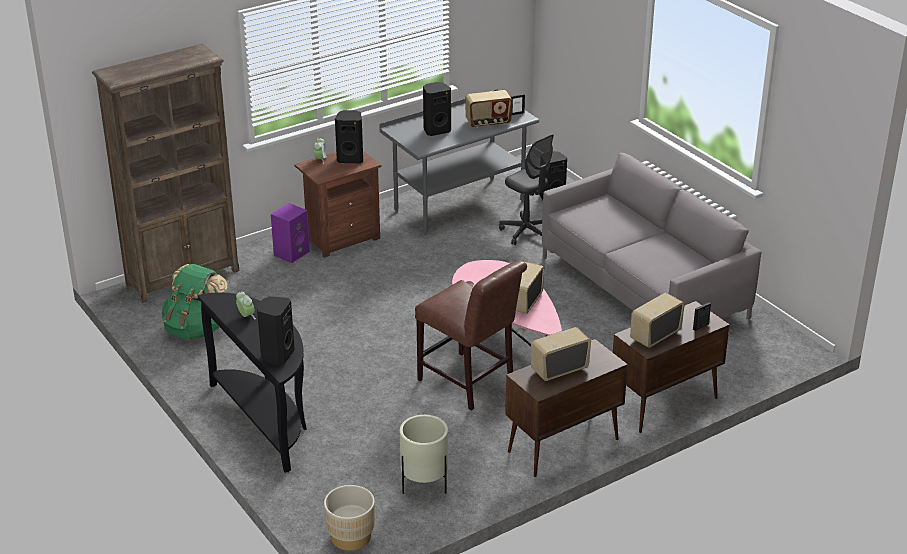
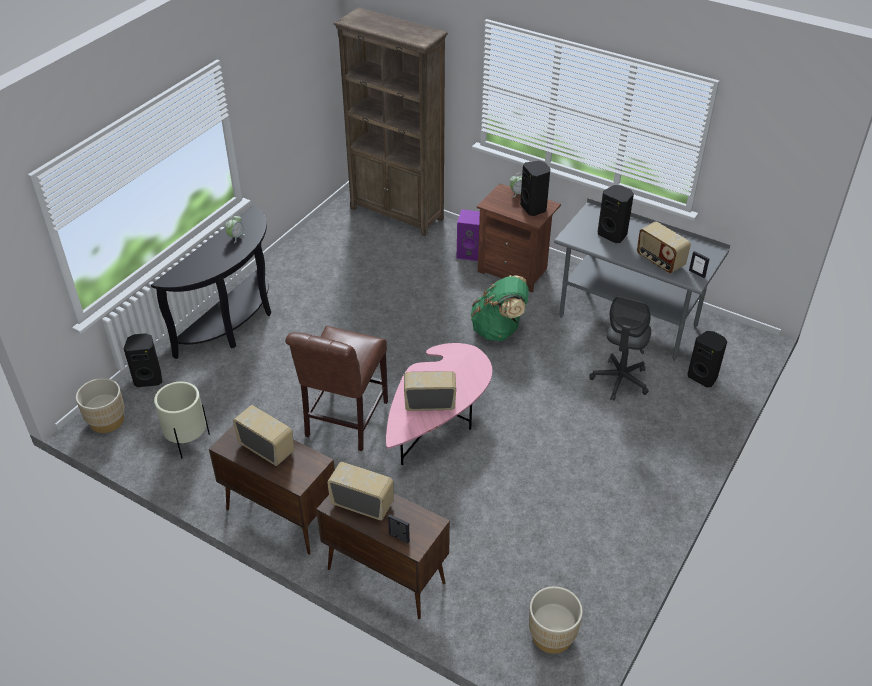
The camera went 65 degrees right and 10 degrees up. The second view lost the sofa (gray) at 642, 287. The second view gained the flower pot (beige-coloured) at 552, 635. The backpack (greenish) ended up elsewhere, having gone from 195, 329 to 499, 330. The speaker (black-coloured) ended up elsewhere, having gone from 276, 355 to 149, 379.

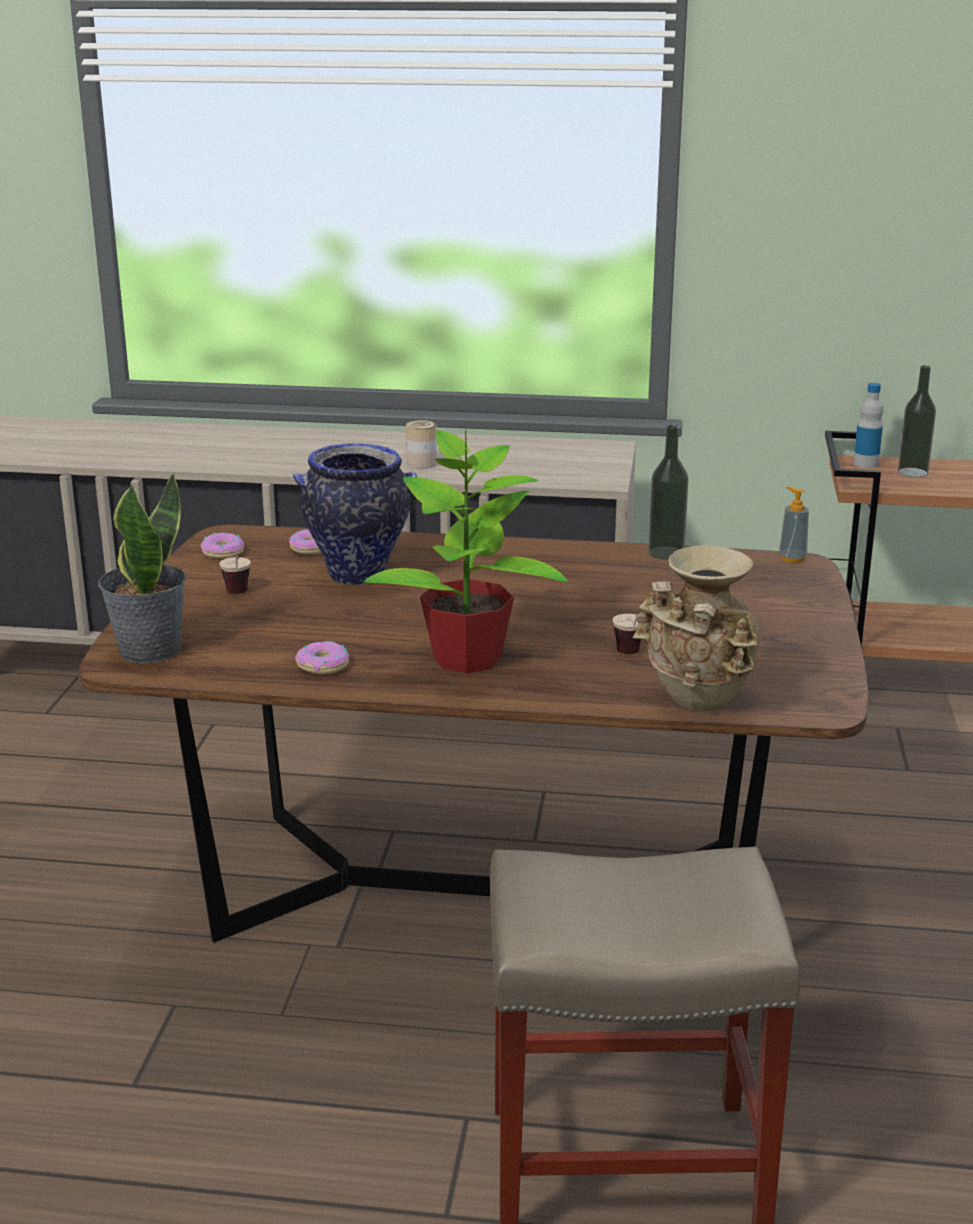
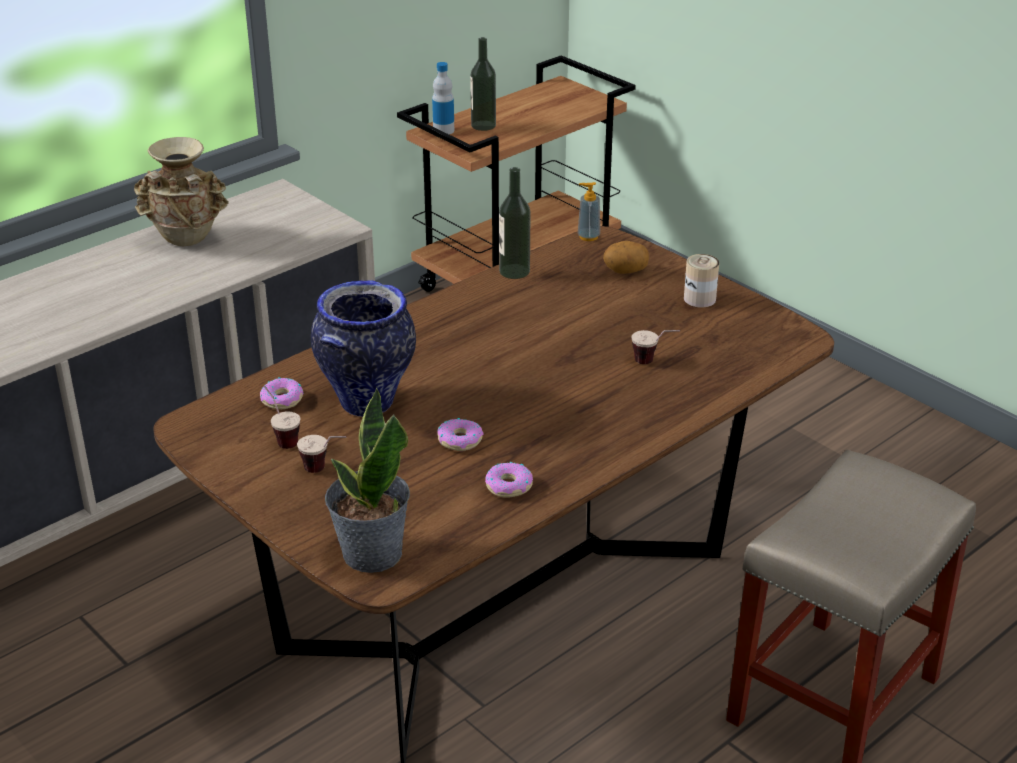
The camera went 50 degrees left and 10 degrees up. The second view lost the houseplant at 467, 659. The second view gained the small cup at 281, 437. The second view gained the spud at 625, 271. The donut ended up elsewhere, having gone from 223, 552 to 460, 440. The metal can ended up elsewhere, having gone from 421, 464 to 699, 299. The flower vase (beige-coloured) ended up elsewhere, having gone from 697, 701 to 187, 239.

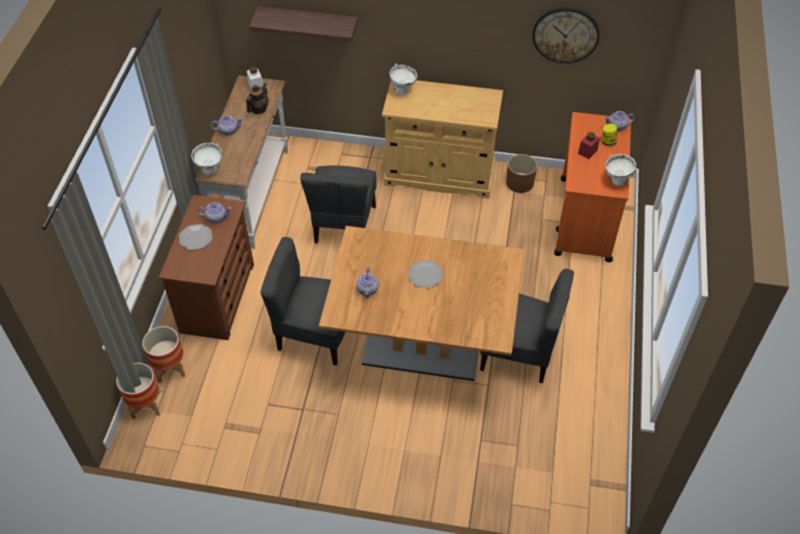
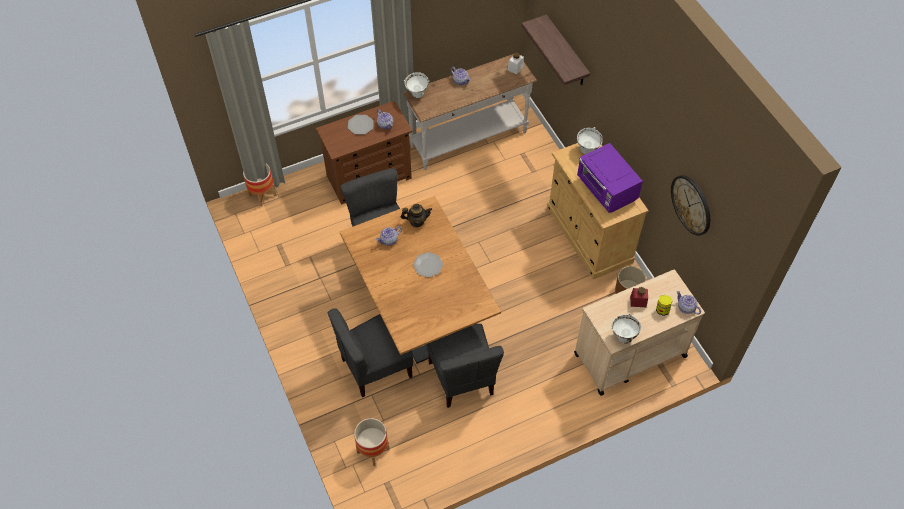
The camera went 55 degrees right and 5 degrees up. The second view gained the microwave oven (purplish) at 606, 190. The flower pot ended up elsewhere, having gone from 170, 369 to 373, 451. The pot for tea ended up elsewhere, having gone from 258, 109 to 417, 221. The chair (gray) ended up elsewhere, having gone from 343, 225 to 376, 367. What was the wheeled cart (orangey) at 584, 219 turned into the wheeled cart (beige-coloured) at 629, 355.

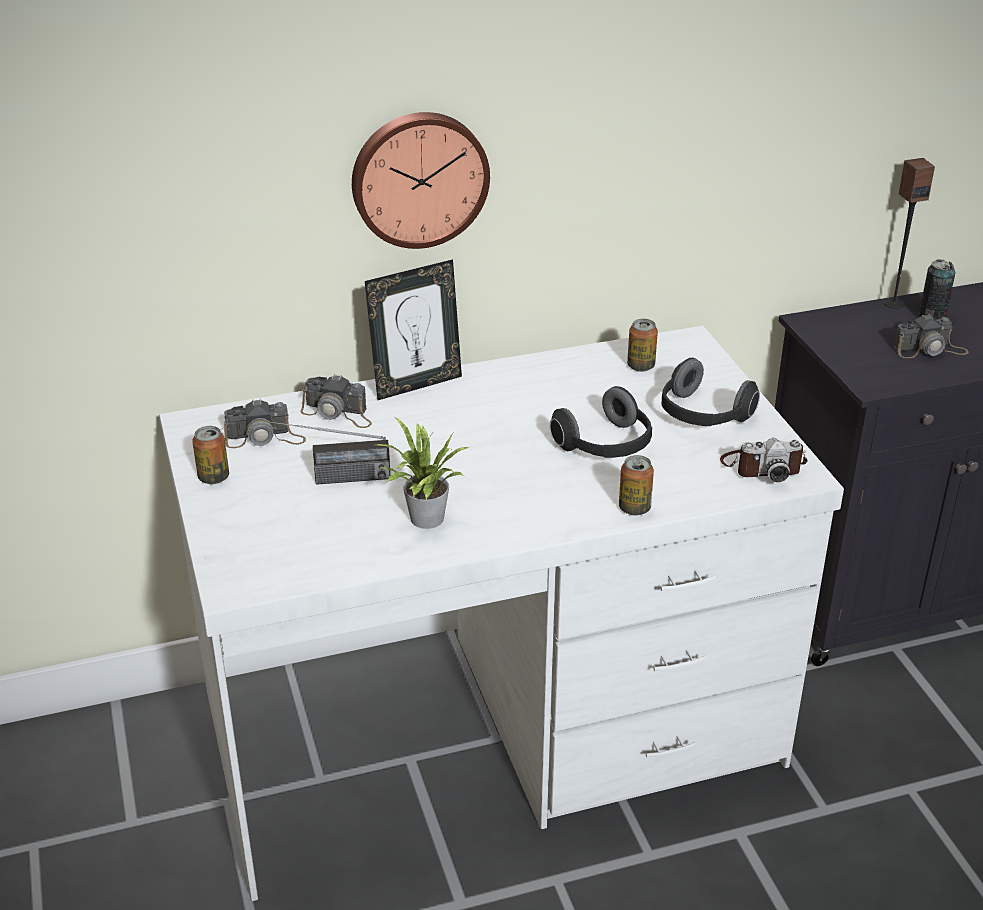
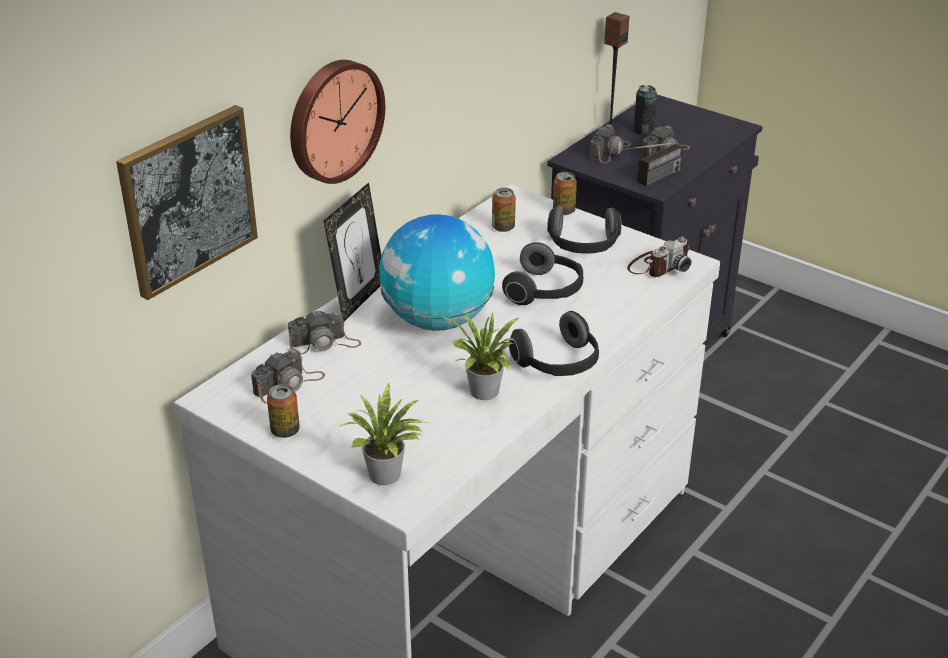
The camera went 35 degrees left and 0 degrees up. The second view gained the picture at 188, 200. The second view gained the houseplant at 388, 477. The second view gained the desk globe at 438, 320. The second view gained the pair of headphones at 558, 364. The second view gained the still camera at 610, 151. The radio ended up elsewhere, having gone from 332, 479 to 650, 181. The metal can ended up elsewhere, having gone from 634, 508 to 564, 211.

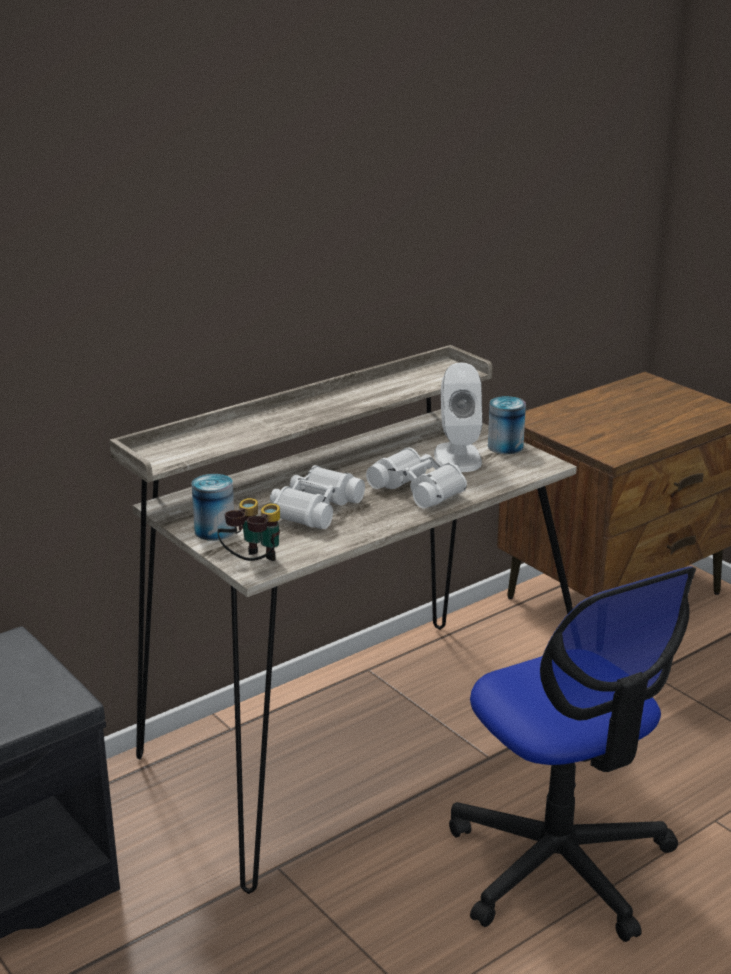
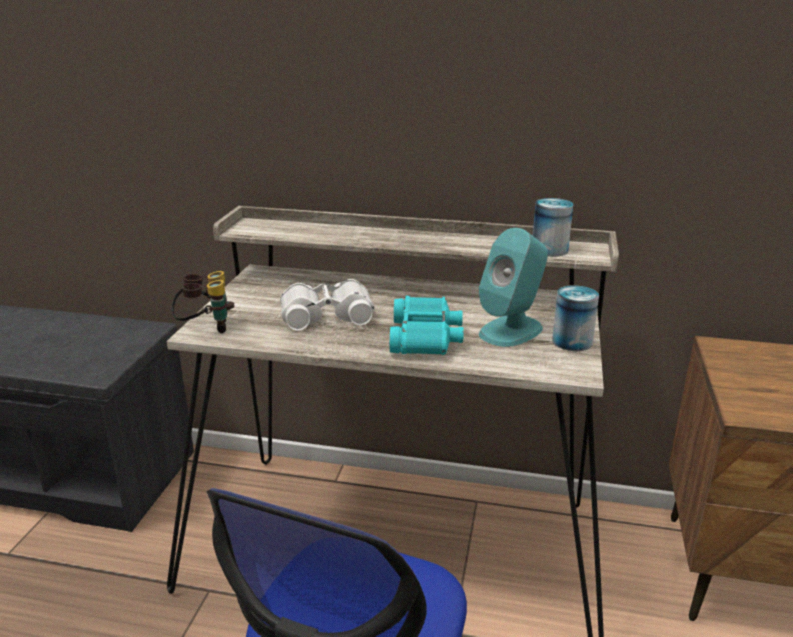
The camera went 50 degrees right and 0 degrees up. The metal can ended up elsewhere, having gone from 214, 531 to 549, 250. What was the pair of binoculars (whitish) at 419, 488 turned into the pair of binoculars (turquoise) at 426, 337. What was the speaker (whitish) at 457, 457 turned into the speaker (turquoise) at 511, 330.

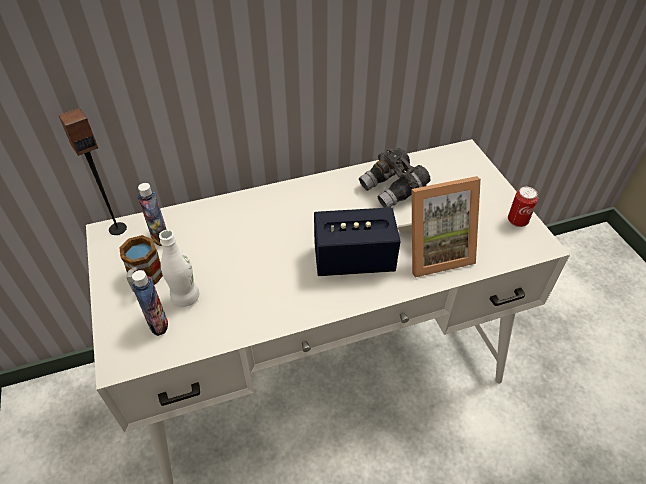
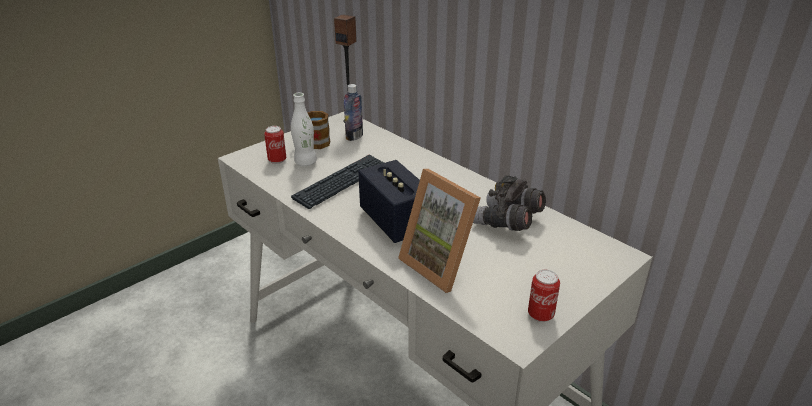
The camera went 65 degrees right and 15 degrees down. The second view gained the computer keyboard at 342, 182. Where the bottle stood at 158, 324, the metal can came to stand at 277, 160.

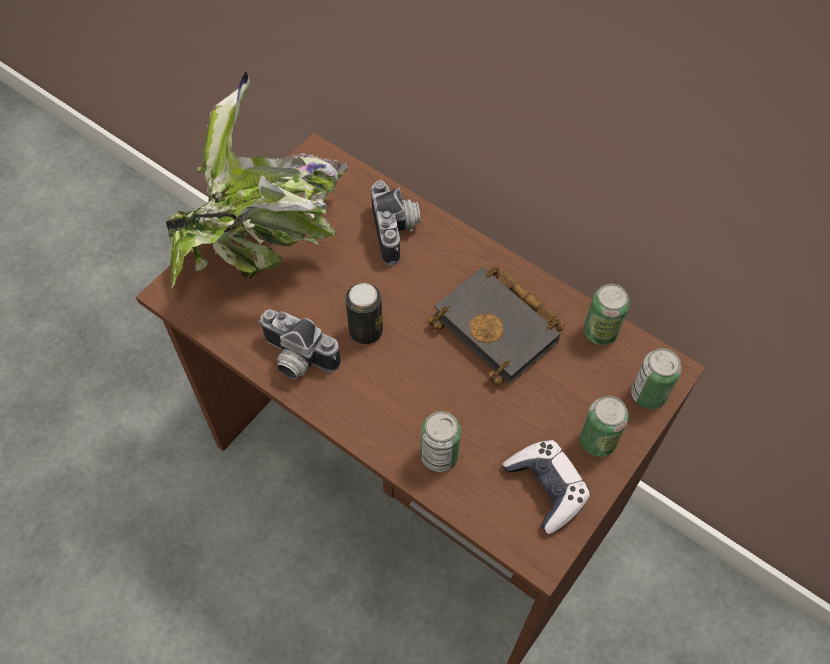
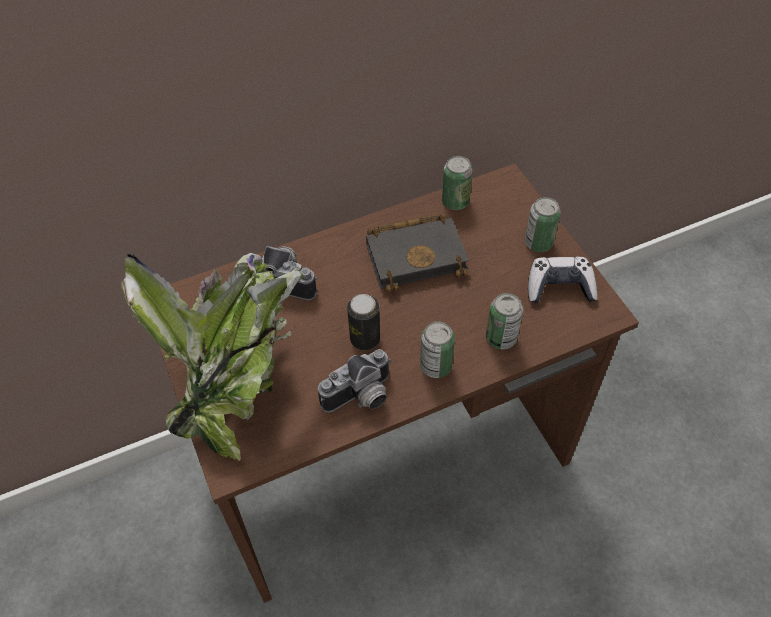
The camera went 60 degrees left and 5 degrees down. The metal can ended up elsewhere, having gone from 648, 394 to 436, 366.

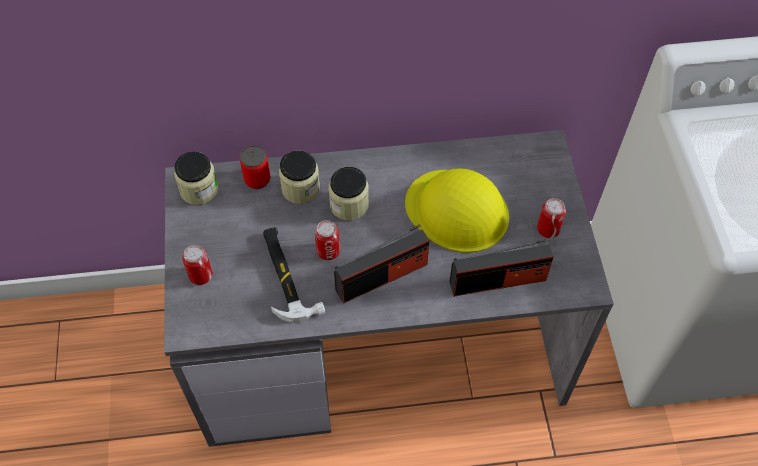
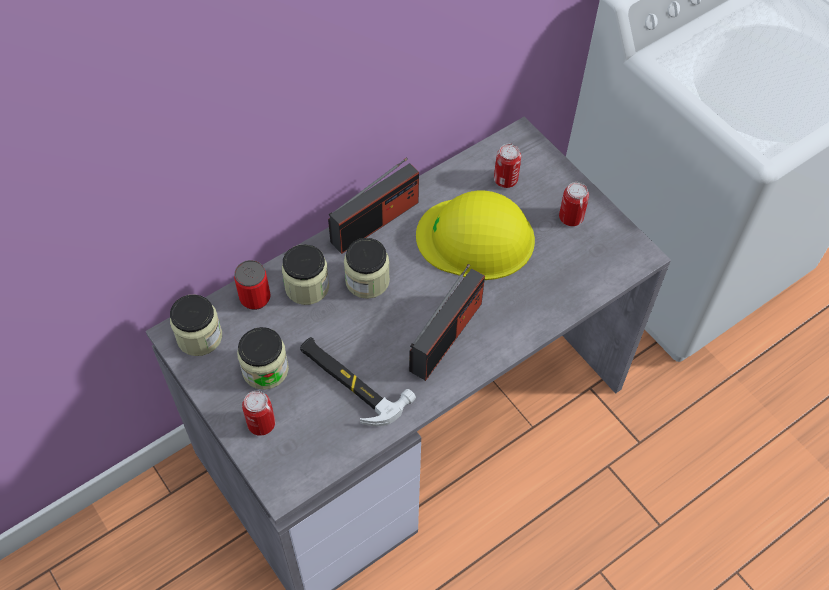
The camera went 30 degrees left and 0 degrees up. The second view gained the preserve jar at 265, 369. The metal can ended up elsewhere, having gone from 328, 251 to 505, 180. The radio ended up elsewhere, having gone from 498, 281 to 375, 222.

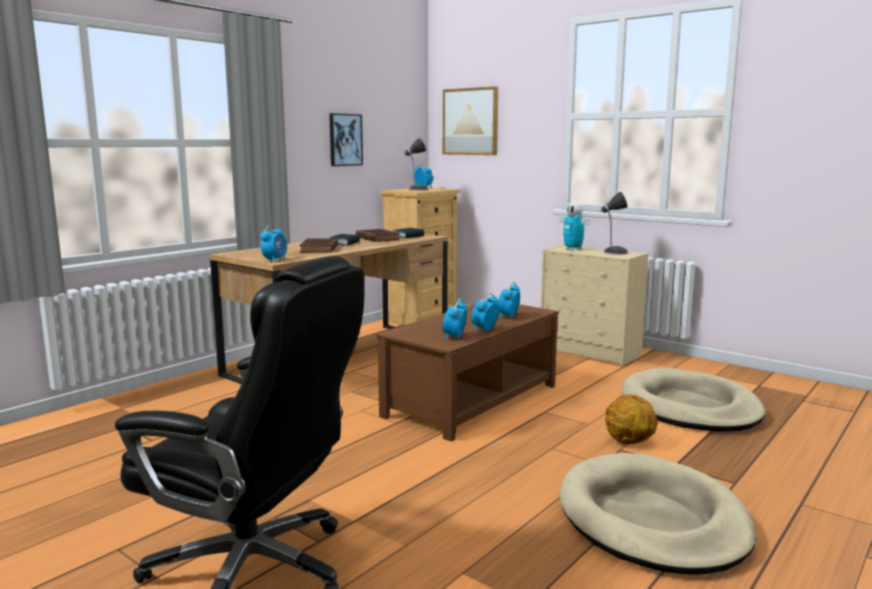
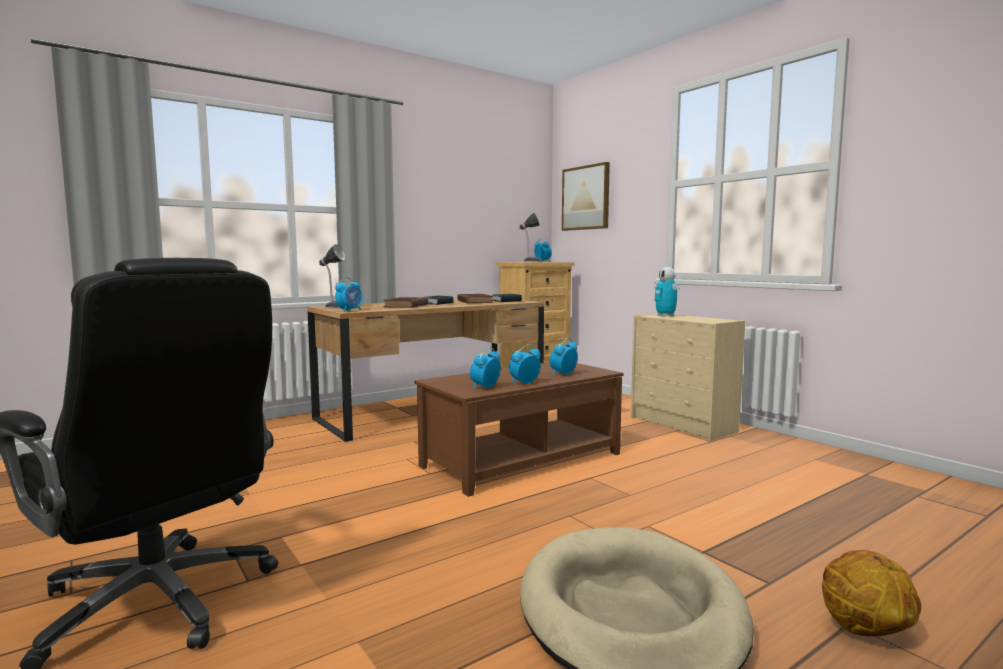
The camera went 15 degrees right and 5 degrees down. The second view lost the picture at 345, 140. The second view lost the dog cushion (beige-coloured) at 689, 407. The tabletop lamp ended up elsewhere, having gone from 614, 252 to 336, 307. The ball for basketball ended up elsewhere, having gone from 628, 442 to 864, 631.

